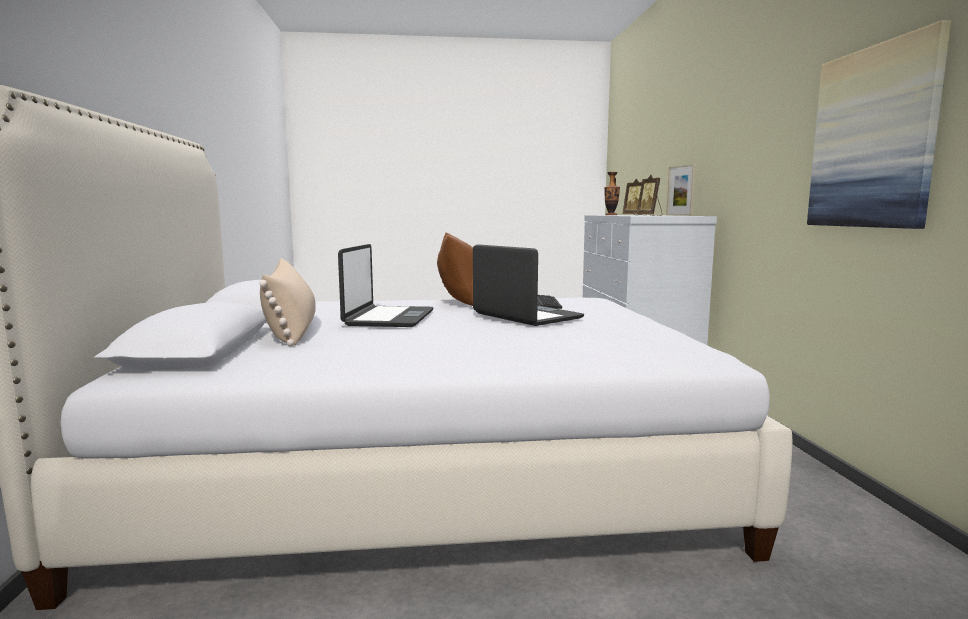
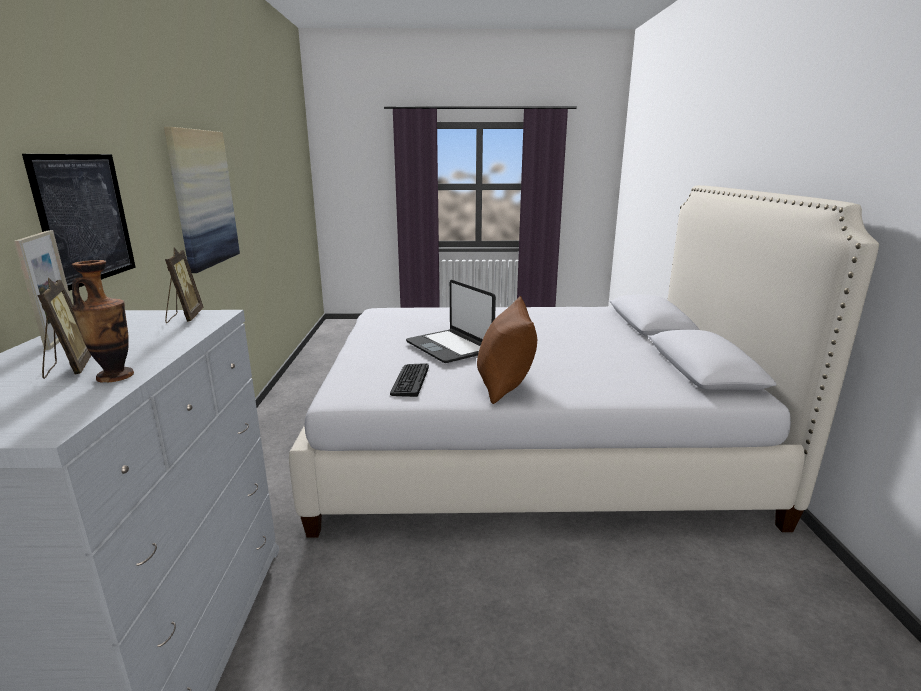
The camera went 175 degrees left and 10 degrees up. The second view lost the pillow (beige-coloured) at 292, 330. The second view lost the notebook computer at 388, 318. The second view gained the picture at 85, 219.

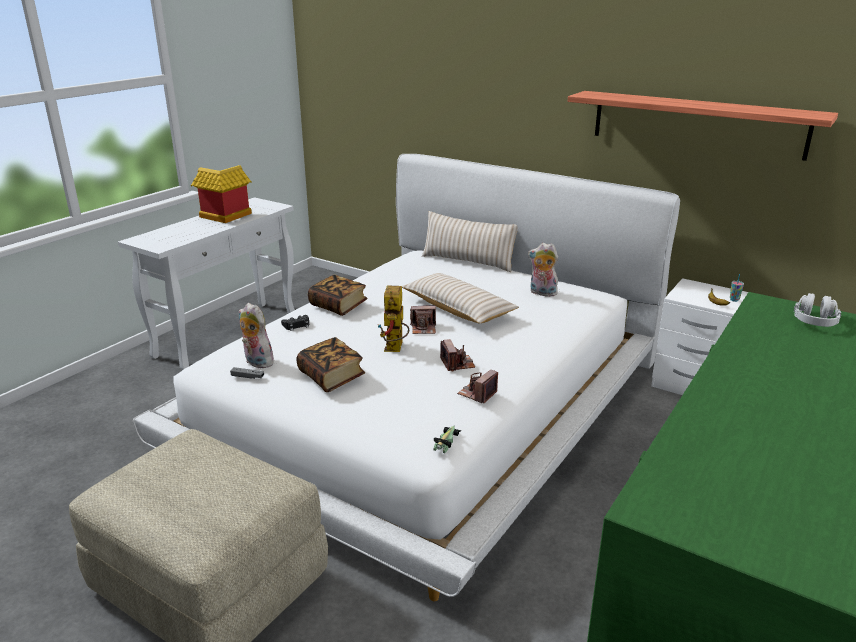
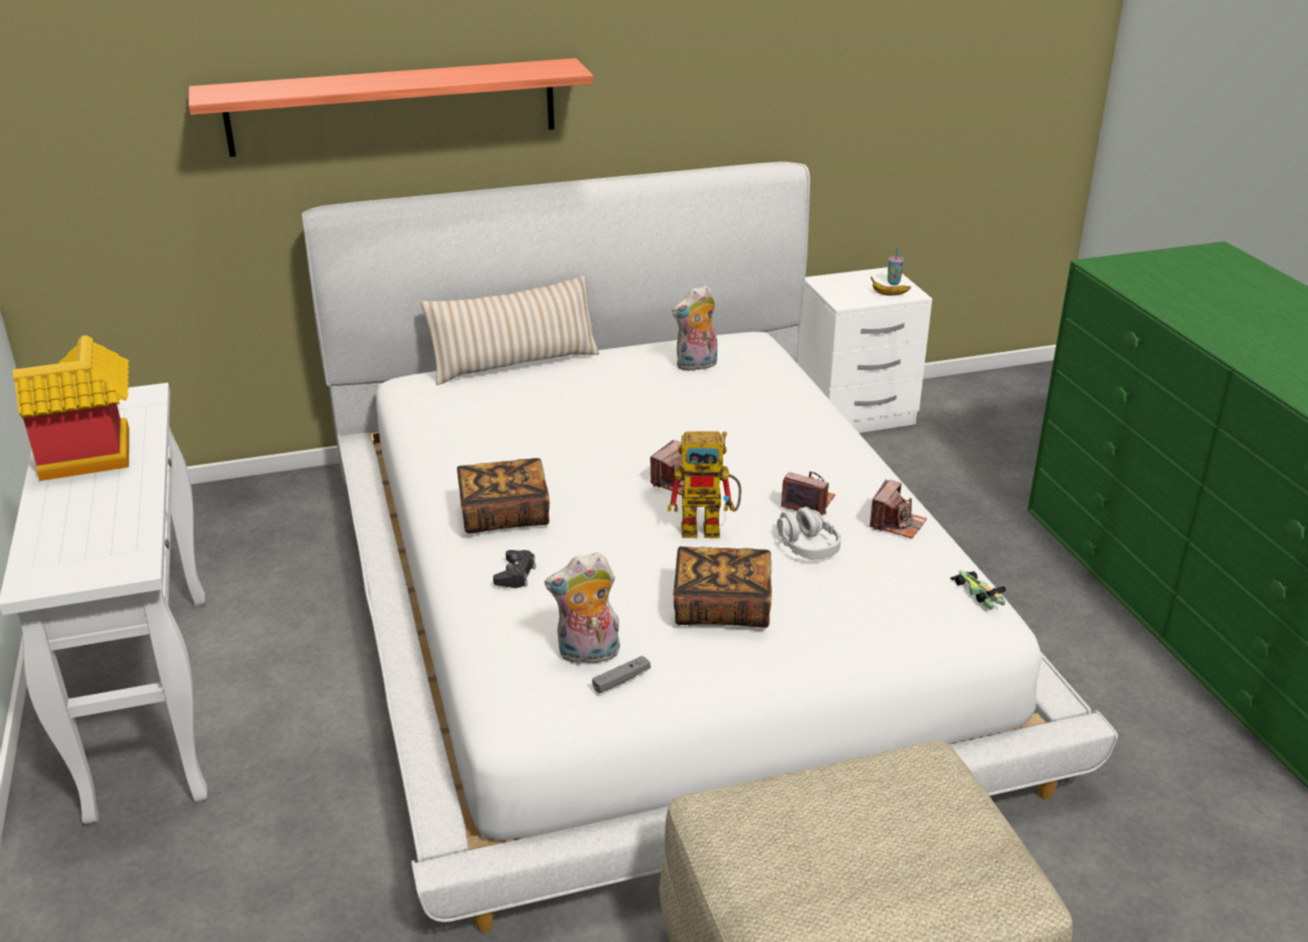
The camera went 50 degrees left and 5 degrees up. The second view lost the pillow (beige-coloured) at 458, 309. The wall shelf ended up elsewhere, having gone from 697, 124 to 393, 107. The pair of headphones (gray) ended up elsewhere, having gone from 814, 320 to 807, 546. The robot figure at 395, 349 ended up facing another way, 45 degrees counterclockwise from before. The still camera at 477, 394 ended up facing another way, 135 degrees counterclockwise from before.

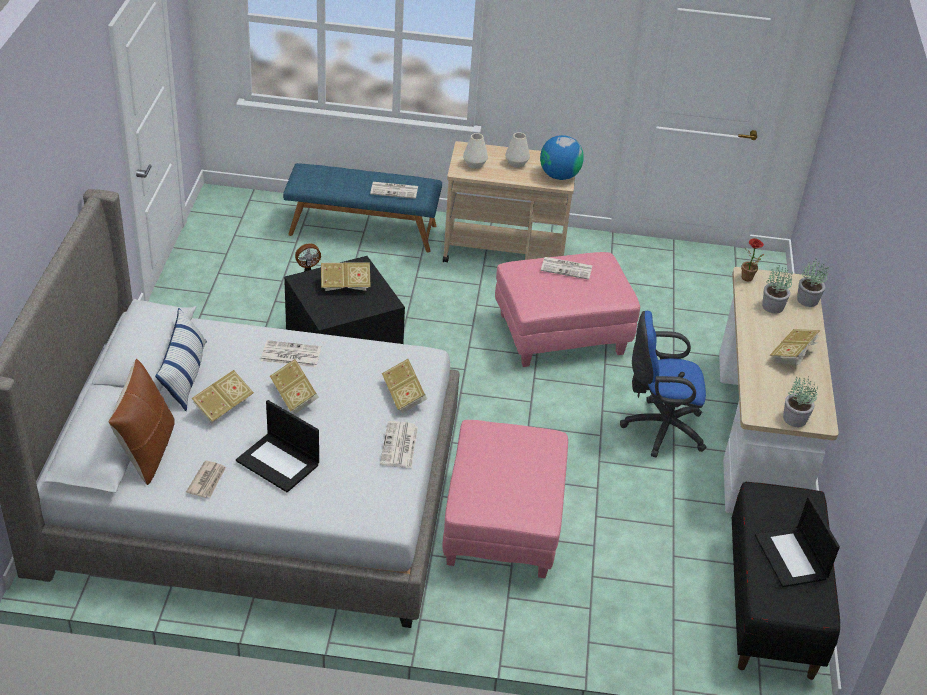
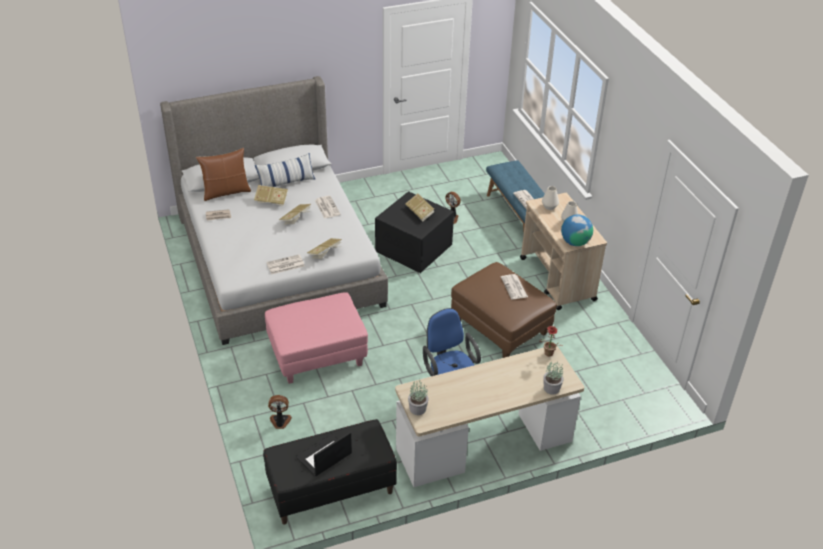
The camera went 65 degrees right and 0 degrees up. The second view lost the notebook computer at 279, 462. The second view lost the houseplant at 773, 306. The second view lost the bound book at 793, 355. The second view gained the fan at 280, 422. What was the footrest (pink) at 560, 334 turned into the footrest (brown-coloured) at 500, 327.

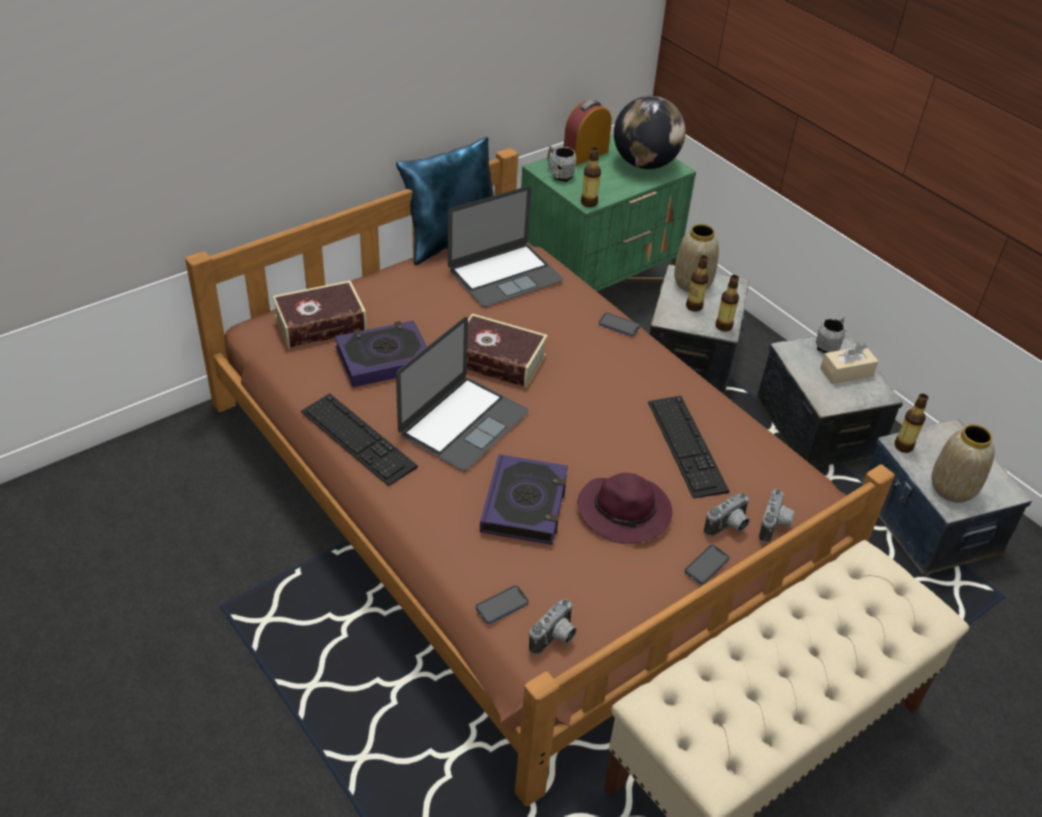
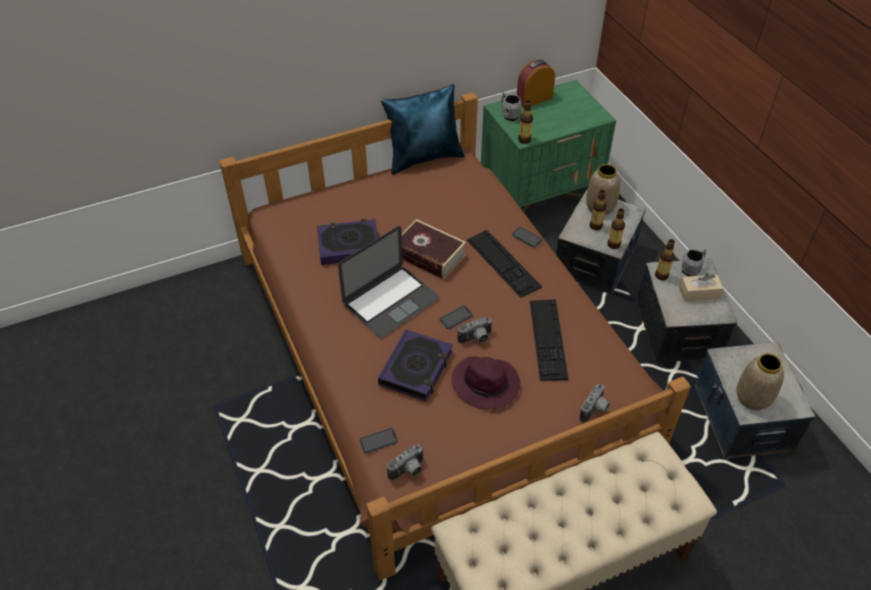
The camera went 15 degrees right and 5 degrees up. The second view lost the bound book at 320, 324. The second view lost the notebook computer at 505, 275. The second view lost the desk globe at 645, 164. The computer keyboard ended up elsewhere, having gone from 358, 439 to 503, 263. The handset ended up elsewhere, having gone from 706, 565 to 456, 318. The still camera ended up elsewhere, having gone from 728, 527 to 476, 339. The bottle ended up elsewhere, having gone from 903, 446 to 661, 275.

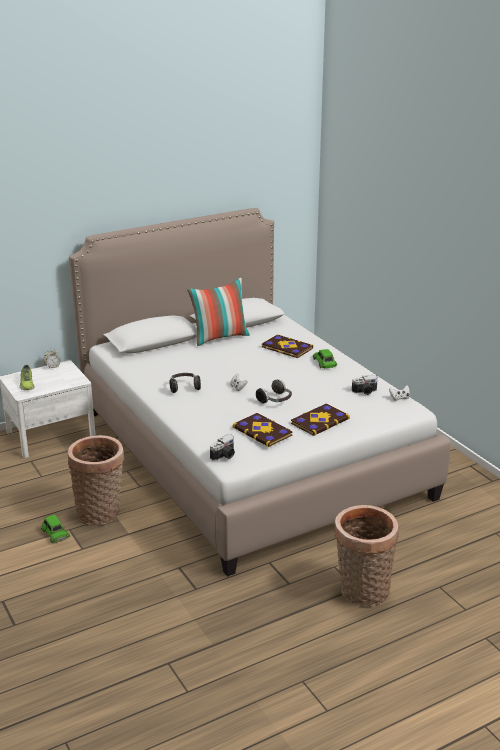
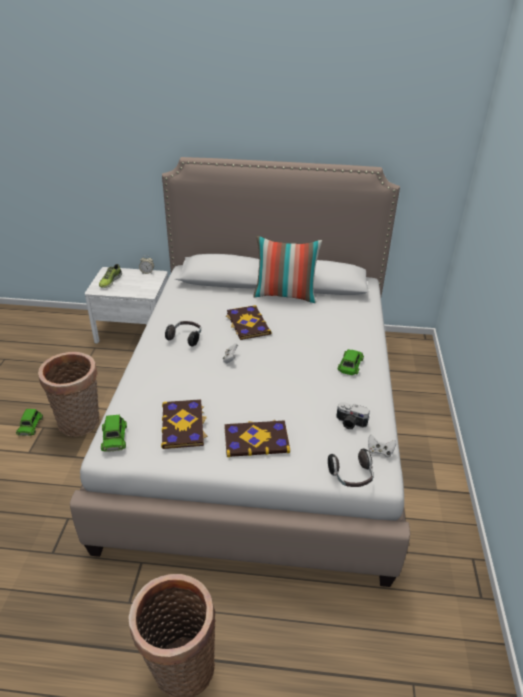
The camera went 35 degrees right and 10 degrees up. The pair of headphones ended up elsewhere, having gone from 275, 400 to 351, 476. The bound book ended up elsewhere, having gone from 286, 348 to 247, 324. Where the still camera stood at 224, 456, the model car (greenish) came to stand at 114, 437.

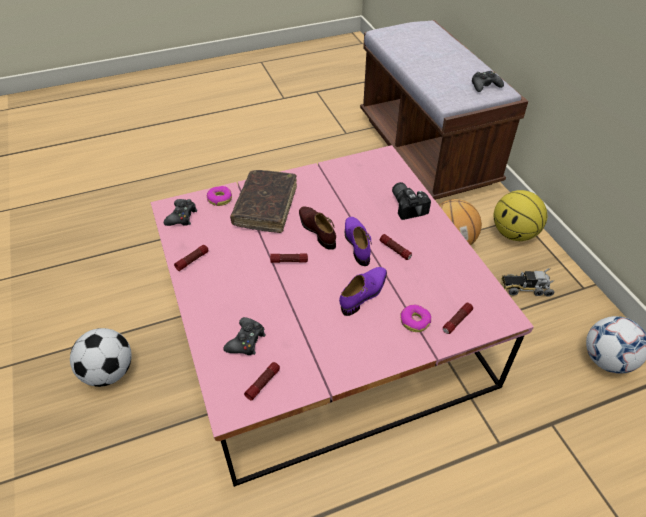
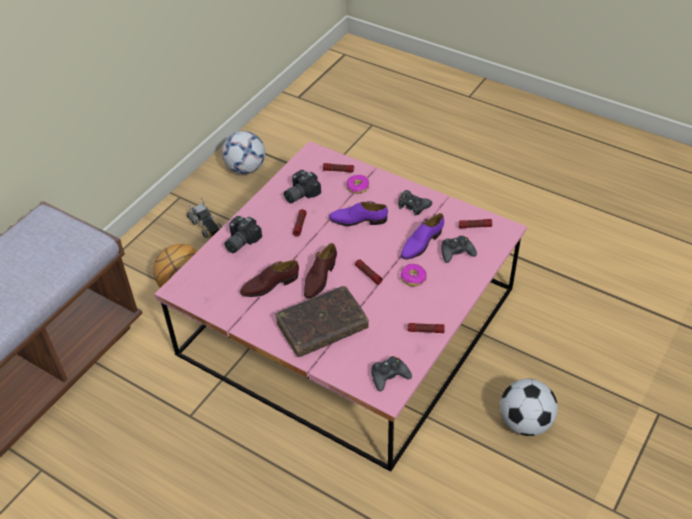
The camera went 125 degrees left and 0 degrees up. The second view lost the ball for basketball at 514, 234. The second view gained the shoe (brown-coloured) at 270, 285. The second view gained the still camera at 299, 194. The donut ended up elsewhere, having gone from 220, 199 to 413, 278. The shoe (purplish) ended up elsewhere, having gone from 357, 243 to 421, 243. The game controller (black-coloured) ended up elsewhere, having gone from 485, 86 to 413, 206.

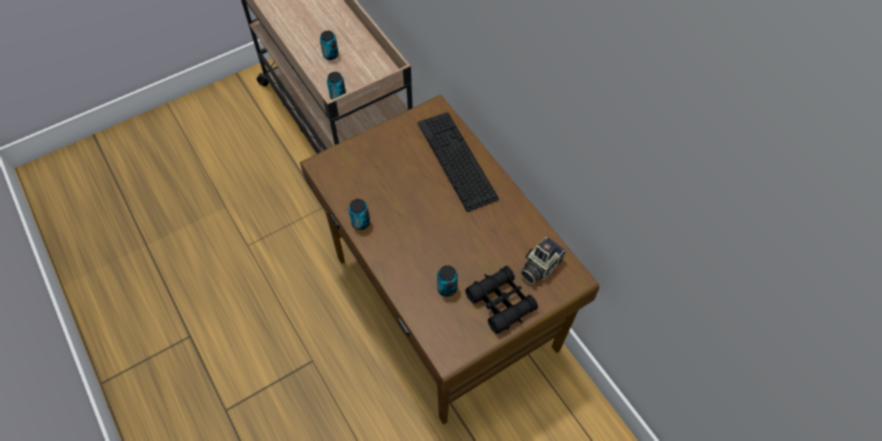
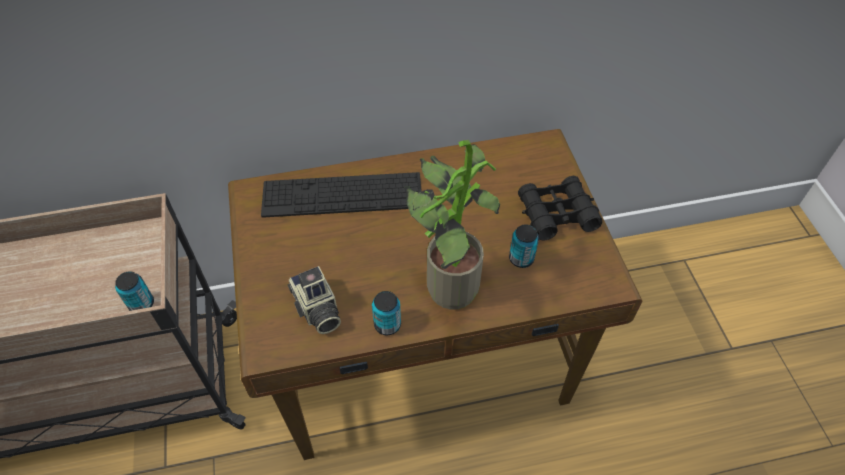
The camera went 70 degrees left and 5 degrees down. The second view lost the metal can at 330, 55. The second view gained the houseplant at 446, 284. The still camera ended up elsewhere, having gone from 539, 266 to 317, 310.

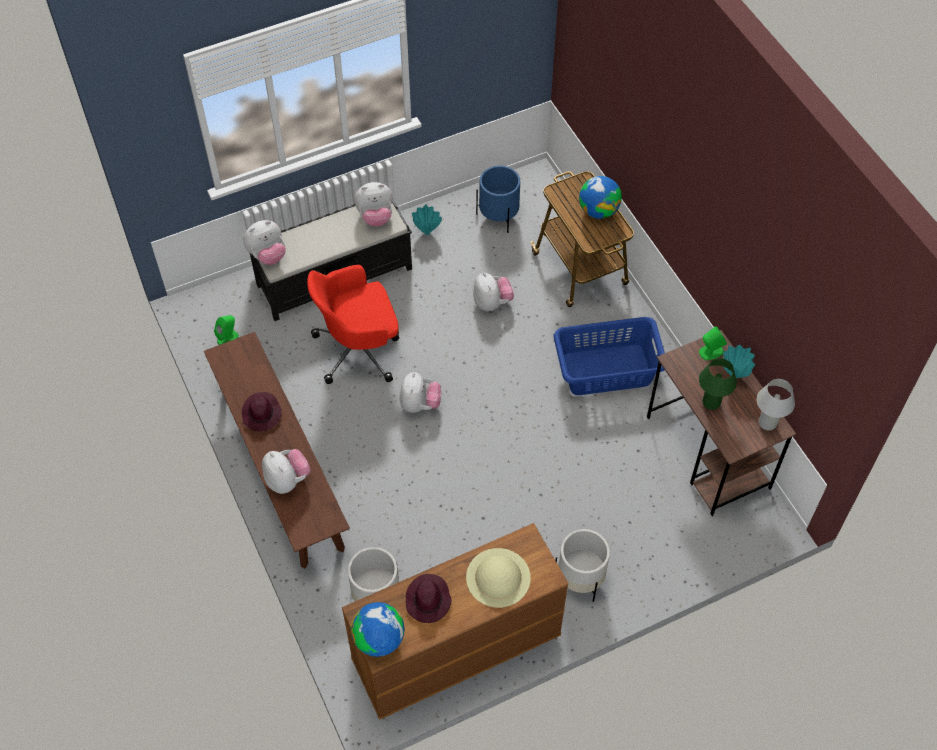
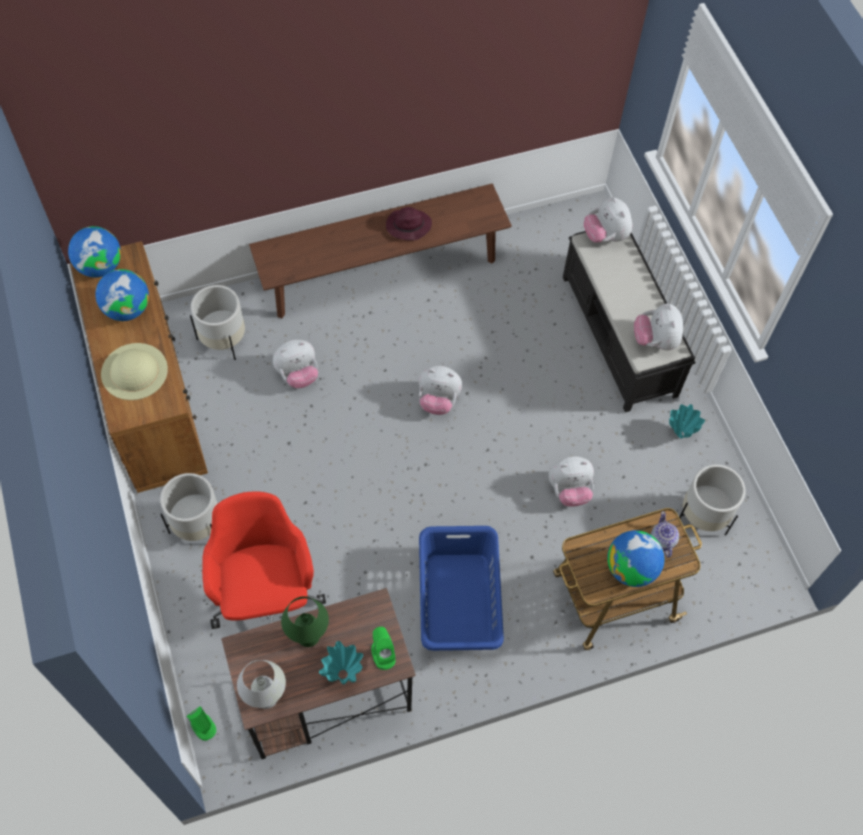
The camera went 95 degrees right and 5 degrees up. The second view gained the pot for tea at 662, 540. The speaker (greenish) ended up elsewhere, having gone from 228, 338 to 203, 726. The soft toy ended up elsewhere, having gone from 287, 480 to 298, 374. The computer chair (red-coloured) ended up elsewhere, having gone from 359, 349 to 266, 595. Where the wearable hat (purplish) stood at 428, 601, the desk globe came to stand at 127, 309. What was the flower pot (bluish) at 498, 216 turned into the flower pot (whitish) at 703, 516.

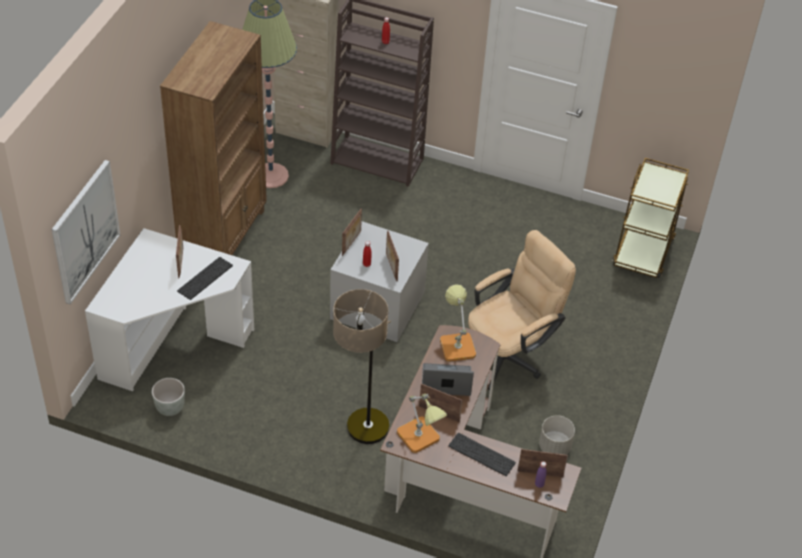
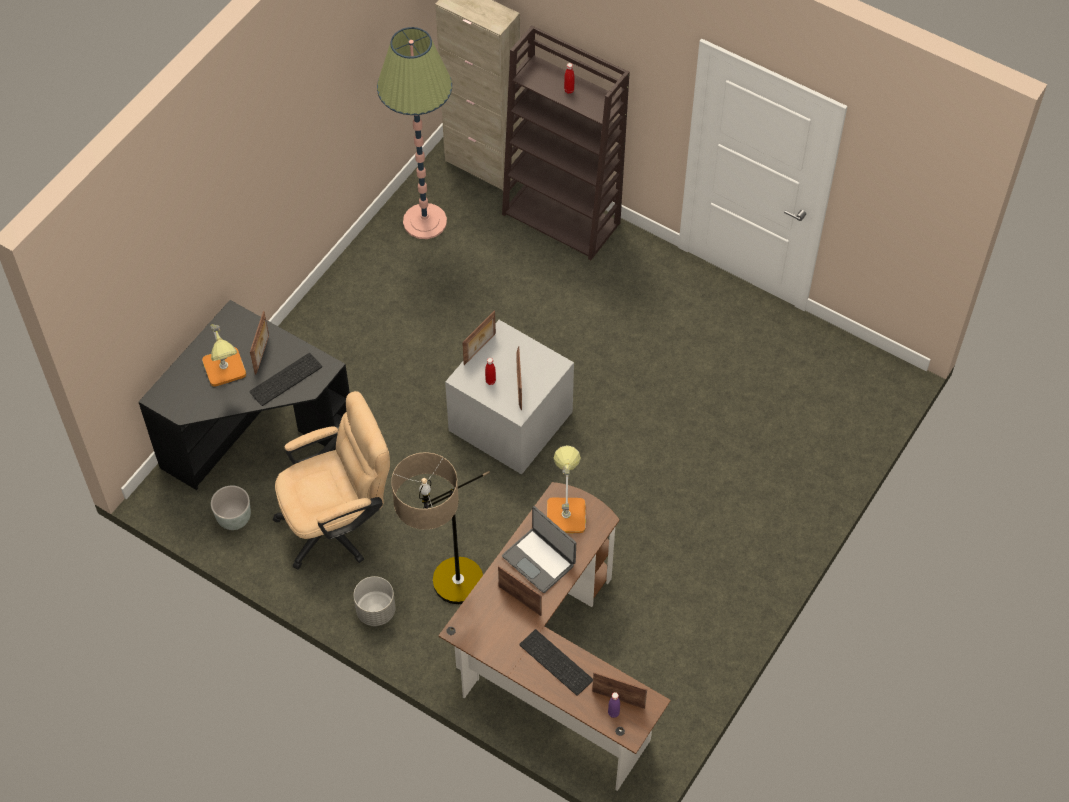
The camera went 15 degrees right and 10 degrees up. The second view lost the picture at 85, 231. The second view lost the shelving unit (brown-coloured) at 224, 235. The second view lost the wheeled cart (brown-coloured) at 643, 250. The tabletop lamp ended up elsewhere, having gone from 421, 439 to 226, 372. The computer chair (beige-coloured) ended up elsewhere, having gone from 510, 354 to 338, 524. The flower pot (gray) ended up elsewhere, having gone from 554, 447 to 375, 611. What was the desk unit (whitish) at 172, 345 turned into the desk unit (black-coloured) at 255, 437. The notebook computer at 446, 382 ended up facing another way, 150 degrees counterclockwise from before.

